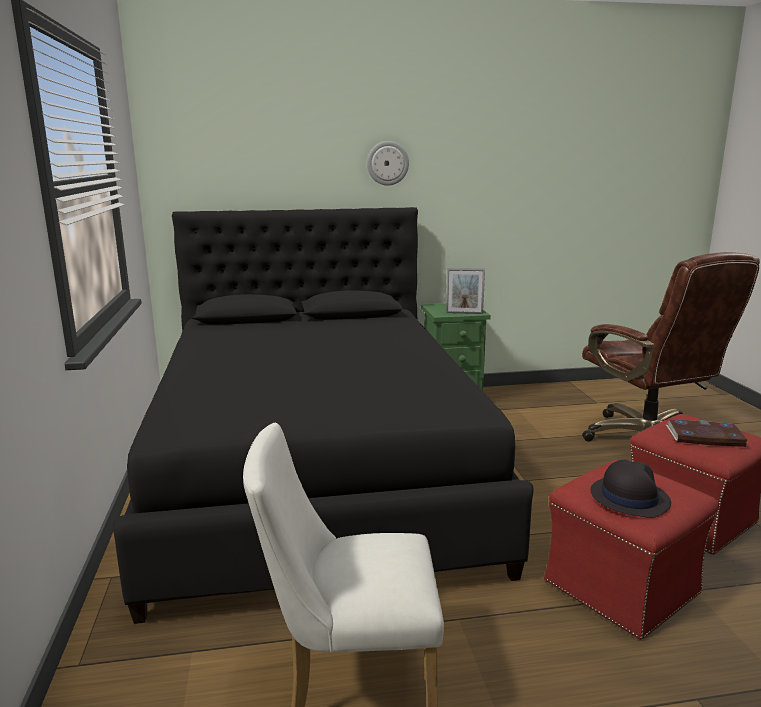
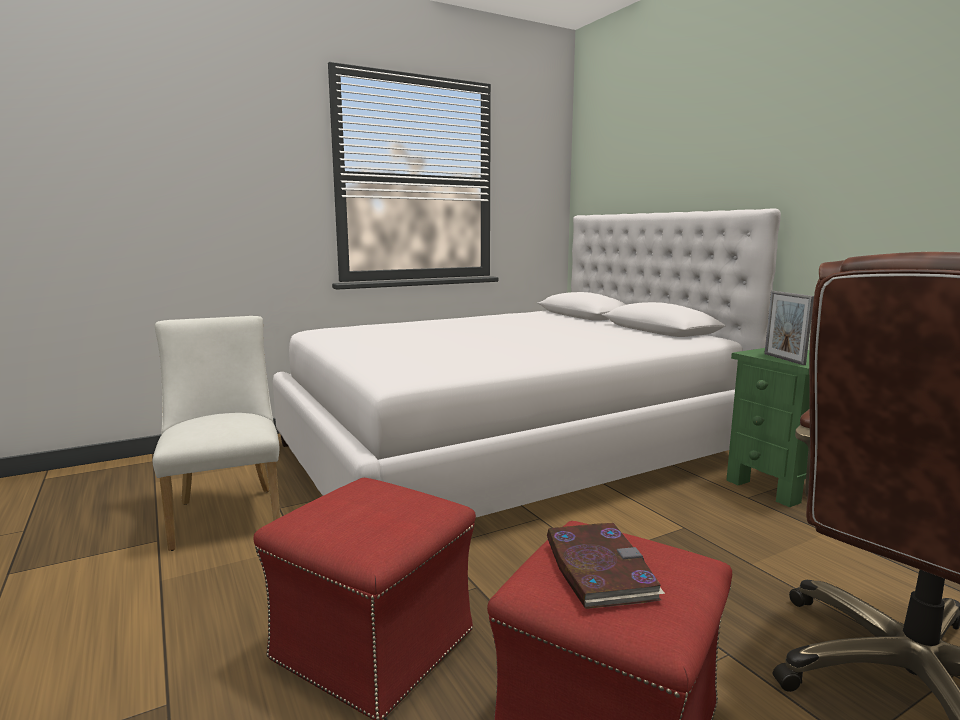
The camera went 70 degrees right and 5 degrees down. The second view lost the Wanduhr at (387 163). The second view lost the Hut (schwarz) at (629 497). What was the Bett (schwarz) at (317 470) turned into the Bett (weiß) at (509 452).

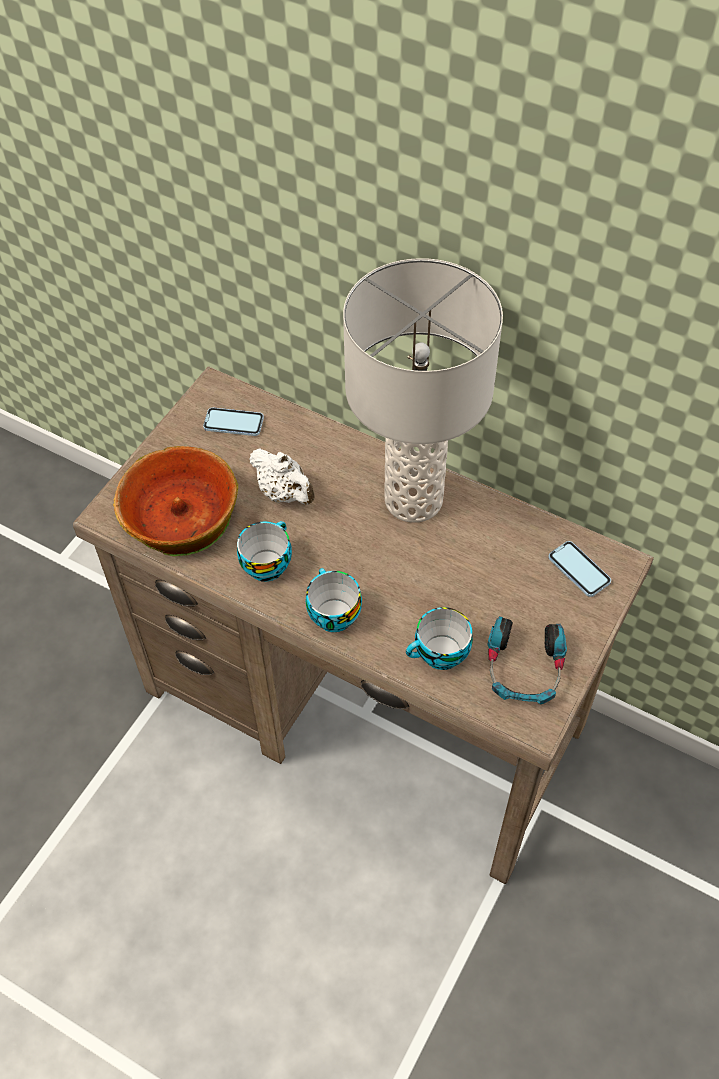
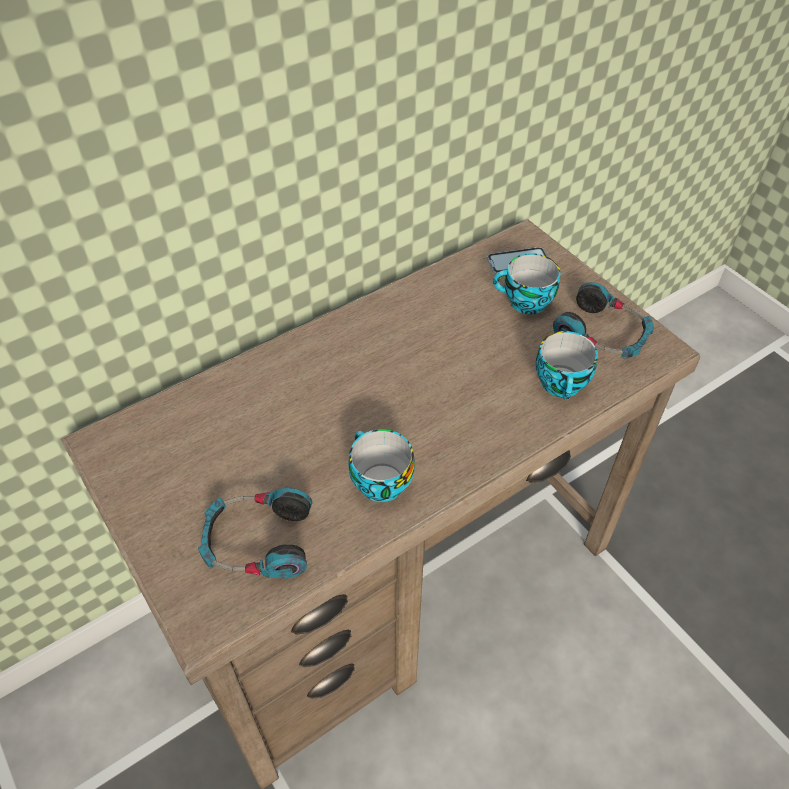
The camera went 65 degrees left and 5 degrees down. The second view lost the Handy at (233 423). The second view lost the Teekanne (weiß) at (284 493). The second view lost the Tischlampe (weiß) at (413 500). The Tasse ended up elsewhere, having gone from (332 614) to (525 302). Where the Schüssel stood at (180 515), the Kopfhörer came to stand at (258 542).

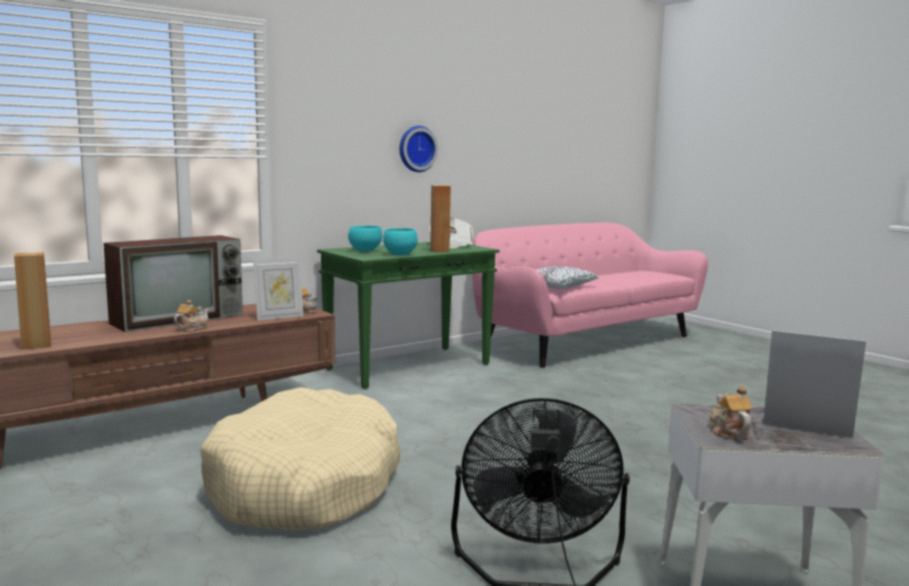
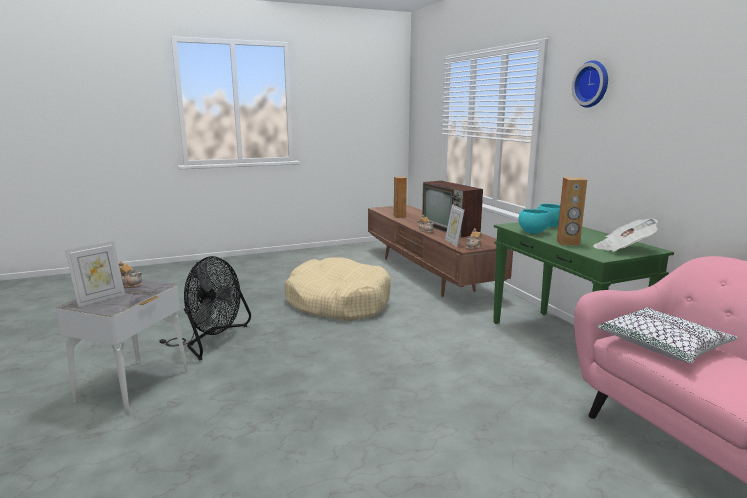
The camera went 105 degrees right and 5 degrees up. The Wanduhr ended up elsewhere, having gone from (416 149) to (593 84).

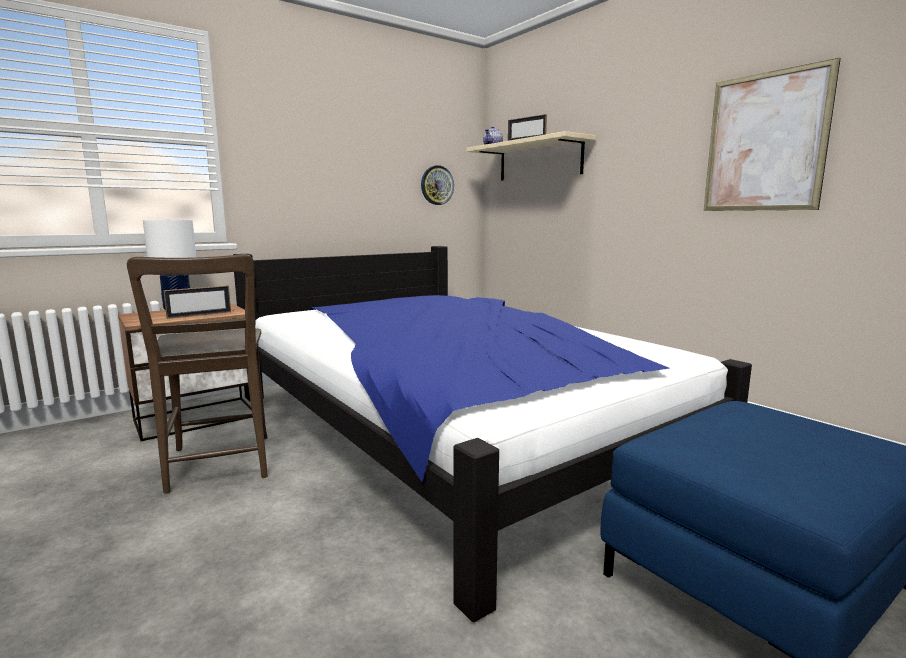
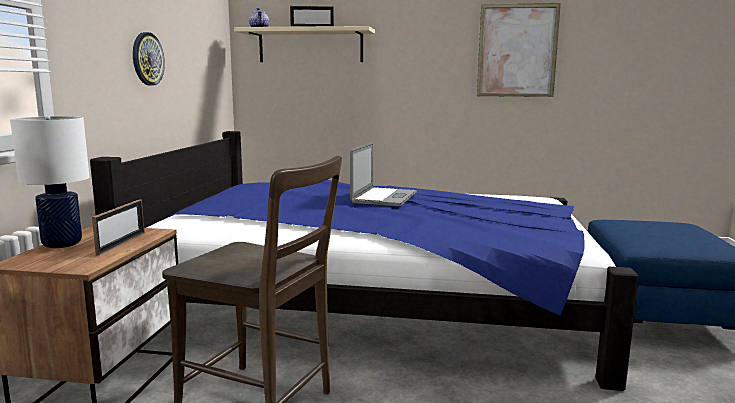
The camera went 45 degrees left and 0 degrees up. The second view gained the Laptop at (384 197). The Wanduhr ended up elsewhere, having gone from (437 185) to (147 59).

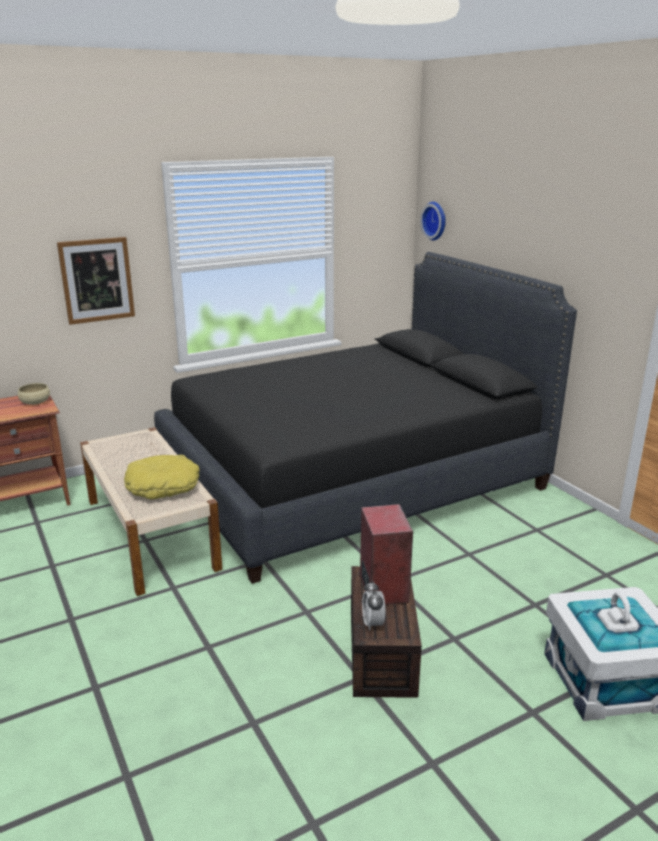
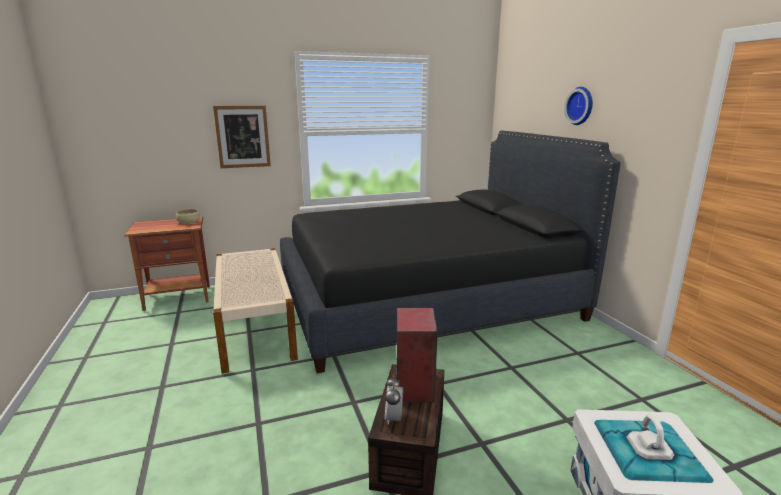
The camera went 10 degrees right and 5 degrees down. The second view lost the Kissen (gelb) at (163 486). The Wanduhr ended up elsewhere, having gone from (435 220) to (581 106).

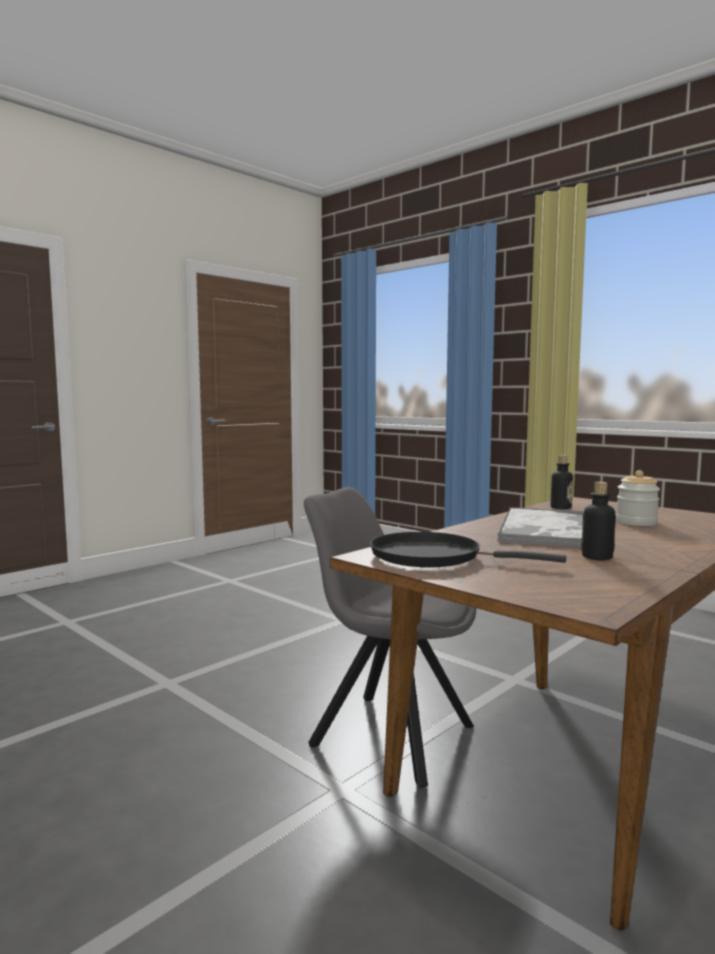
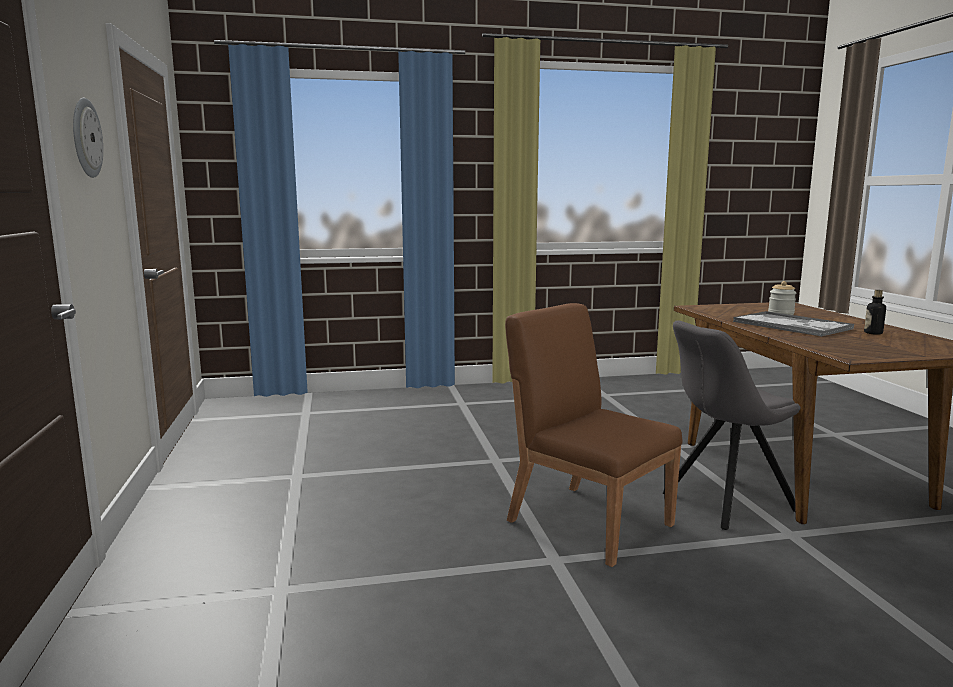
The camera went 55 degrees left and 5 degrees up. The second view lost the Pfanne (schwarz) at (433 557). The second view lost the Flasche at (561 508). The second view gained the Wanduhr at (85 138). The second view gained the Stuhl (braun) at (588 521).

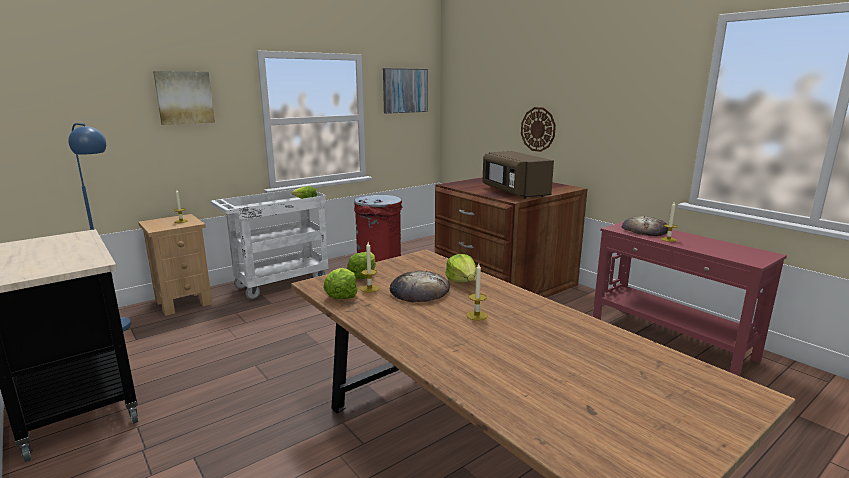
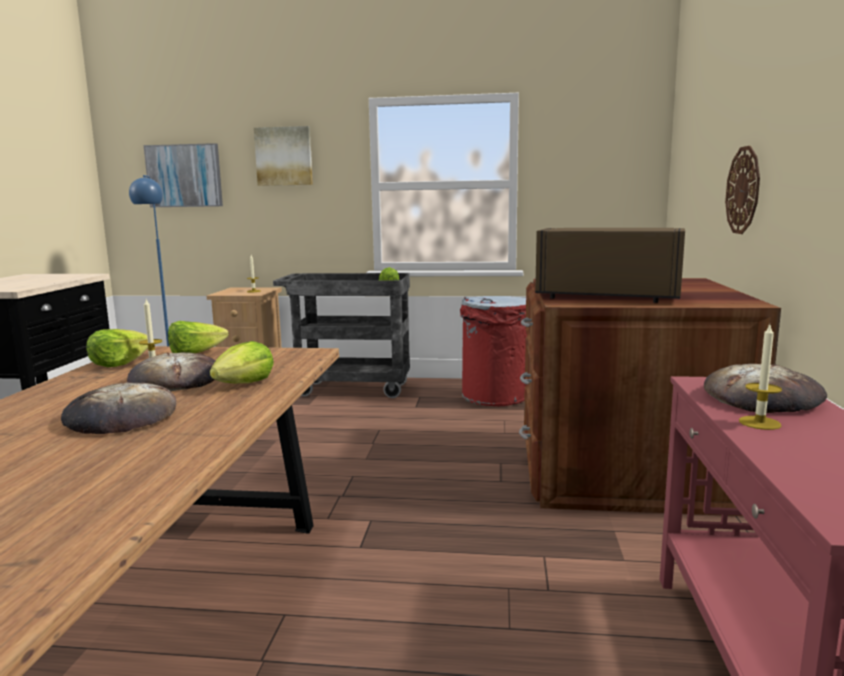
The camera went 45 degrees right and 5 degrees down. The Bild ended up elsewhere, having gone from (405 90) to (184 176). Where the Kerze stood at (476 315), the Brot came to stand at (121 417). What was the Rollwagen (weiß) at (278 285) turned into the Rollwagen (schwarz) at (348 390). The Mikrowelle (braun) at (514 192) ended up facing another way, 90 degrees clockwise from before.

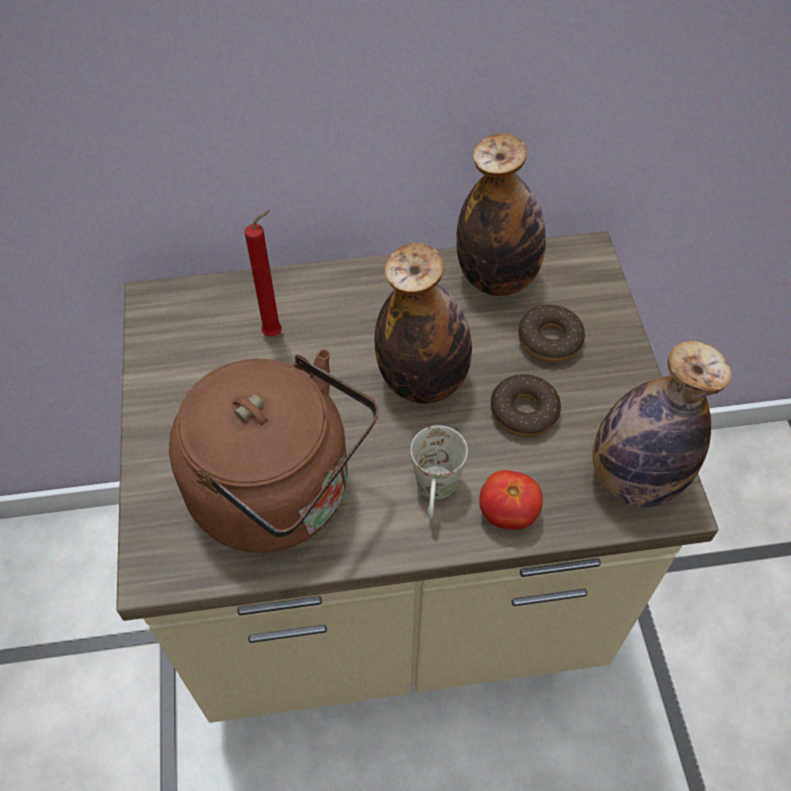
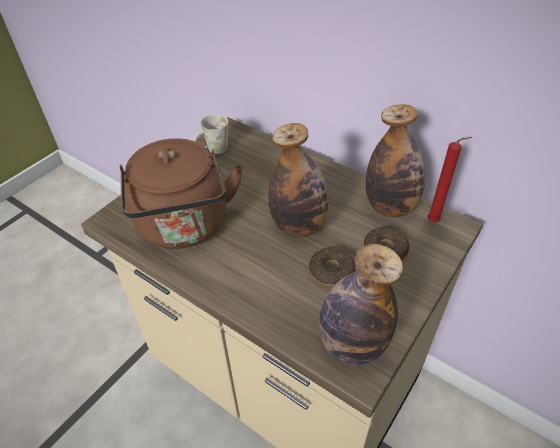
The camera went 45 degrees right and 10 degrees down. The second view lost the Tomate at (508 513). The Kerze (rot) ended up elsewhere, having gone from (275 332) to (435 222). The Henkelbecher (weiß) ended up elsewhere, having gone from (435 494) to (212 151).

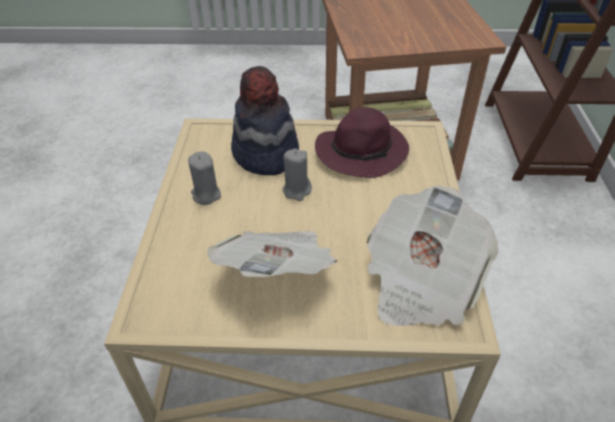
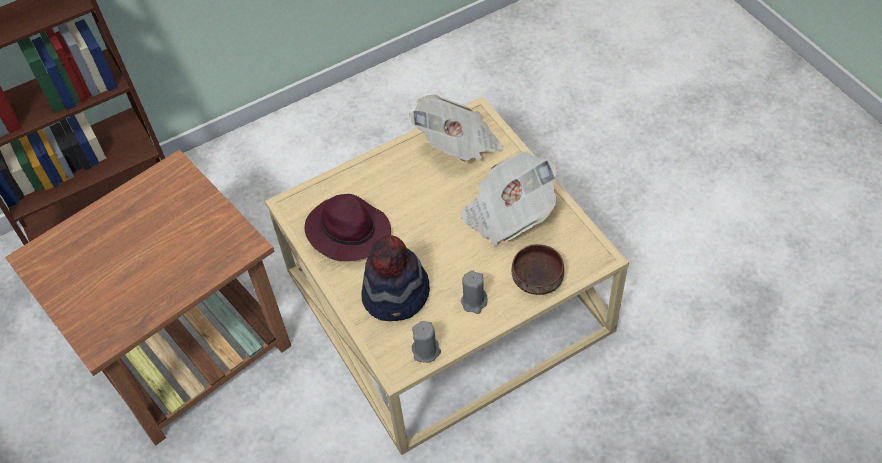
The camera went 120 degrees left and 10 degrees up. The second view gained the Schüssel (braun) at (537 279). The Kerze (grau) ended up elsewhere, having gone from (297 190) to (426 351).

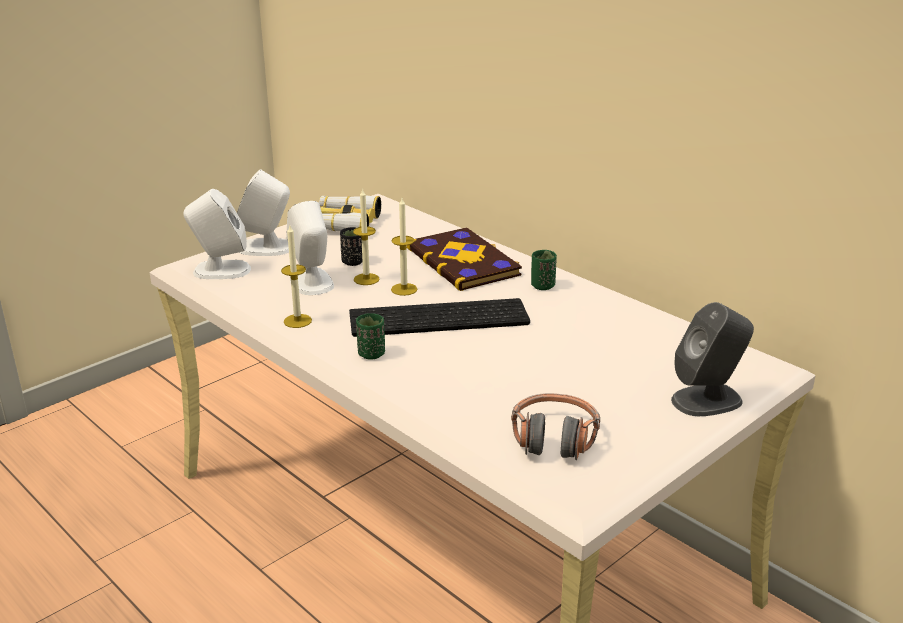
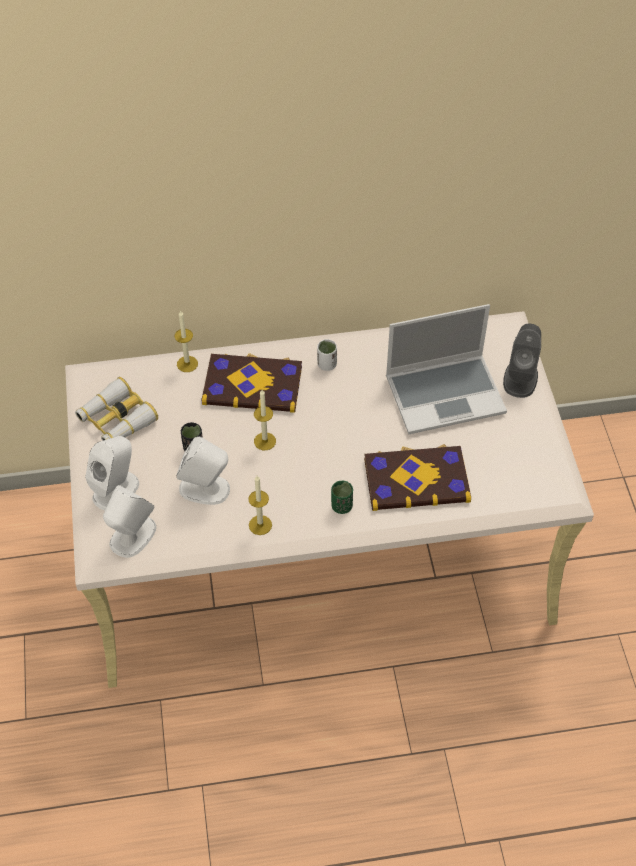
The camera went 55 degrees left and 25 degrees up. The second view lost the Tastatur at (437 320). The second view lost the Kopfhörer at (554 439). The second view gained the Buch at (416 479). The second view gained the Laptop at (445 394). The Kerze ended up elsewhere, having gone from (366 279) to (187 364). What was the Tasse (grün) at (542 286) turned into the Tasse (weiß) at (327 364).

